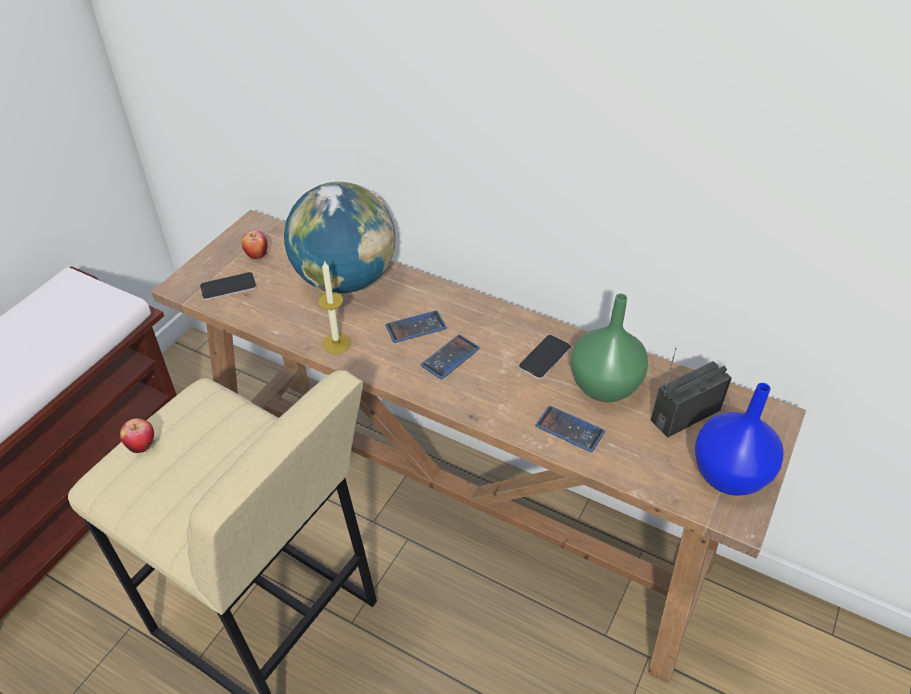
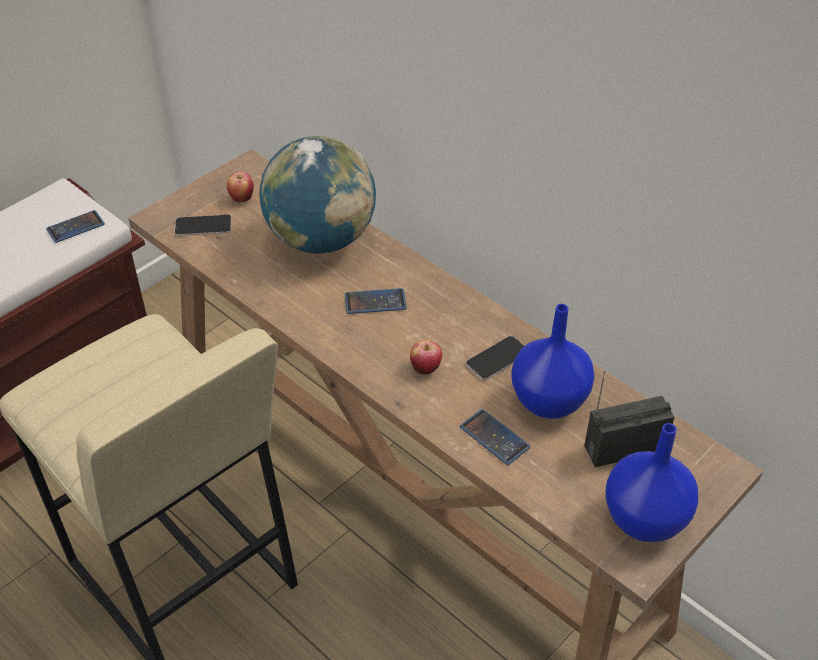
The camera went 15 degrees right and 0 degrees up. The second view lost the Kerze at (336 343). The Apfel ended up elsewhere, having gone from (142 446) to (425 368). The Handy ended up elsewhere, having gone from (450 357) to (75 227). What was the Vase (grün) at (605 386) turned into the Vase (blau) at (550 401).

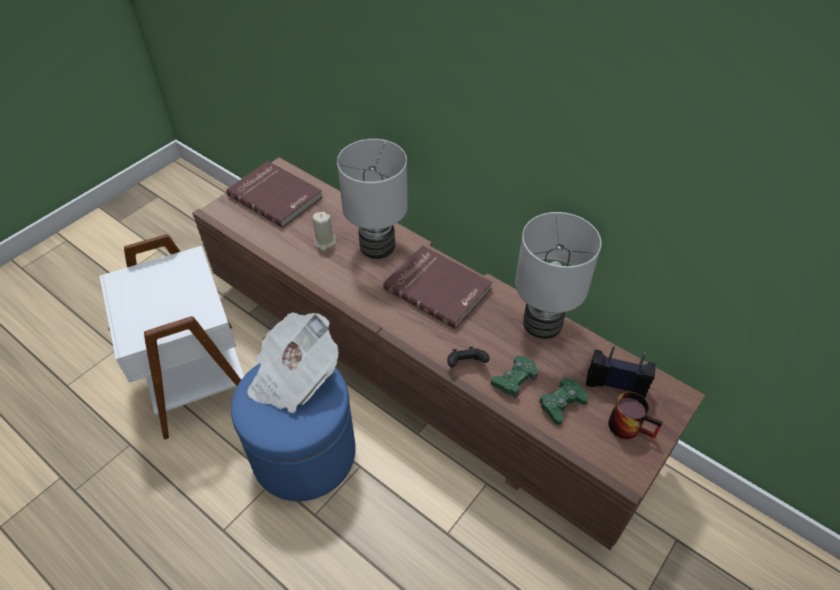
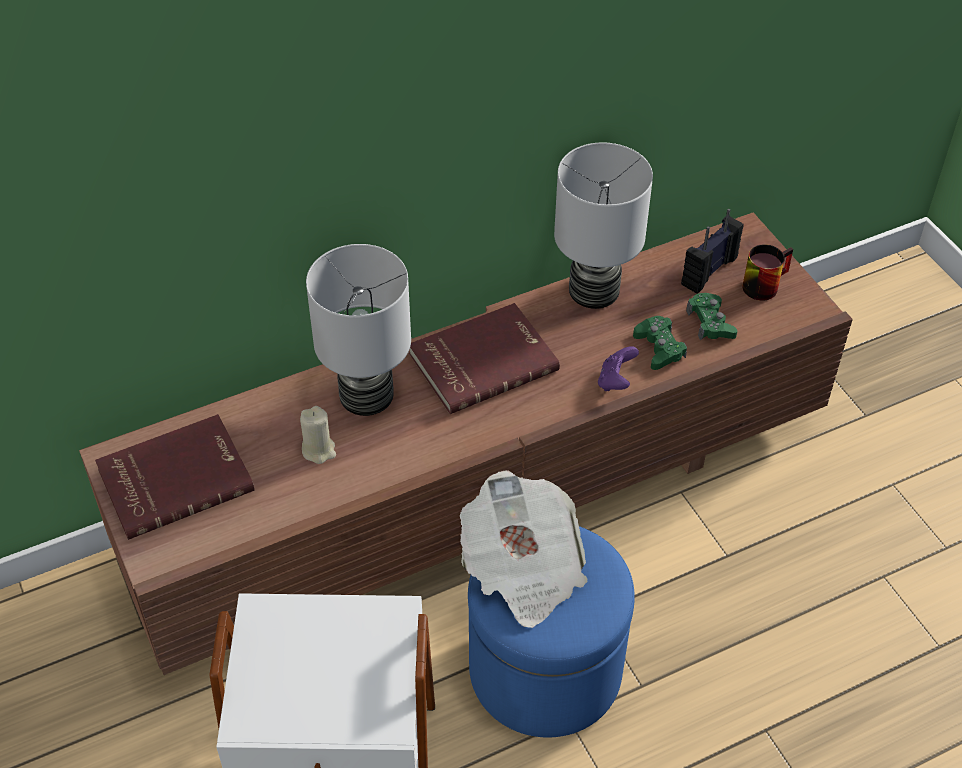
The camera went 65 degrees left and 0 degrees up. What was the Gamepad (schwarz) at (466 364) turned into the Gamepad (lila) at (616 381).

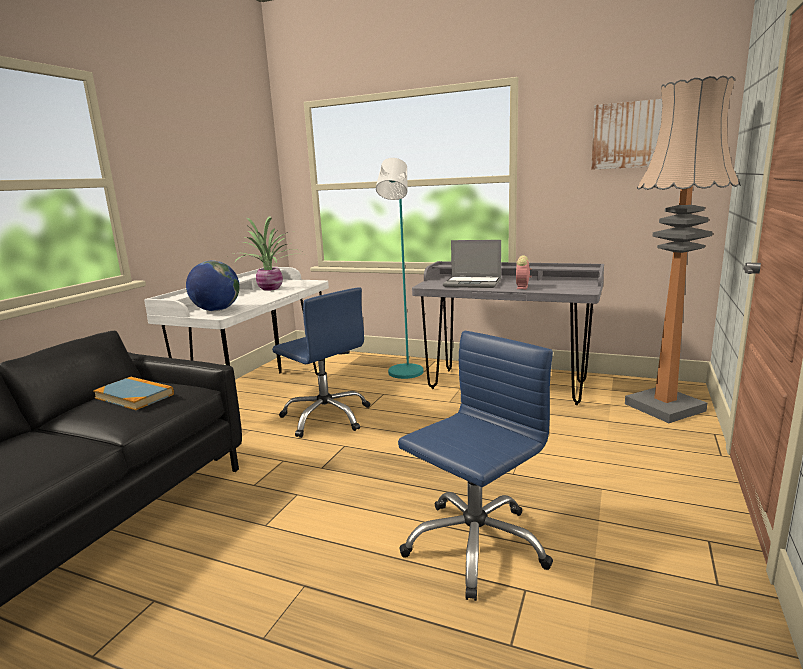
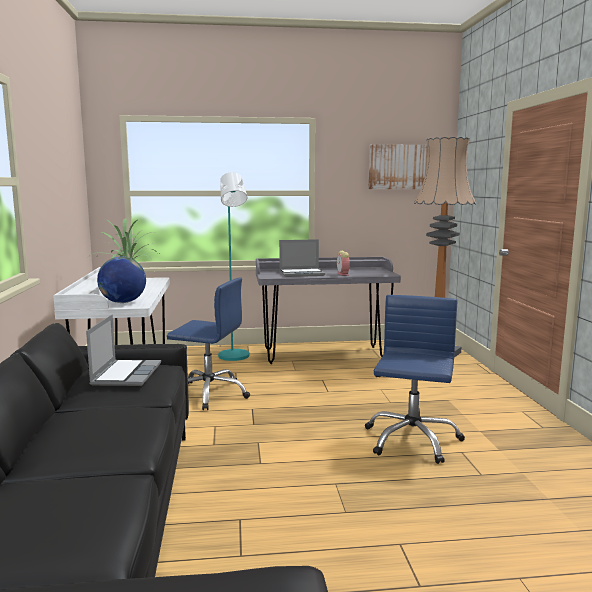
The camera went 30 degrees left and 5 degrees down. Where the Buch stood at (134 396), the Laptop came to stand at (126 374).

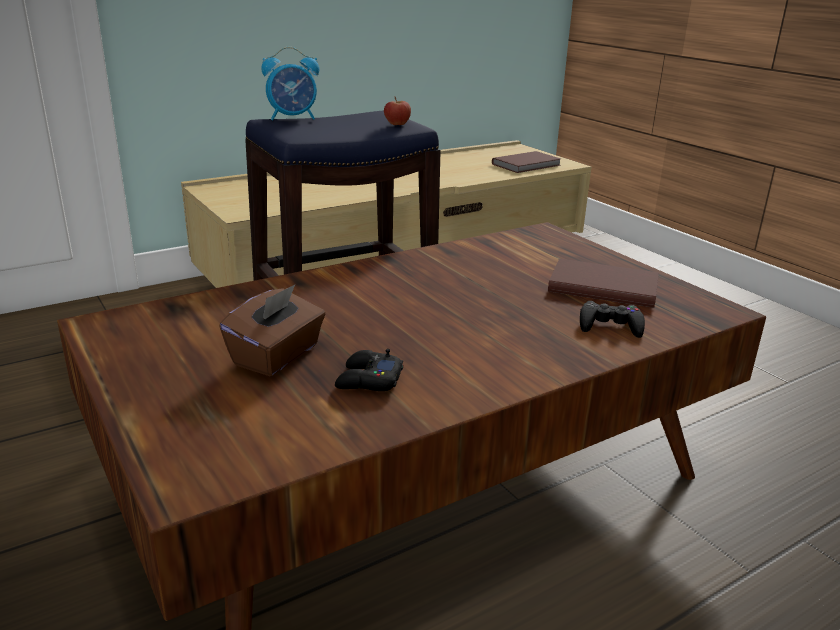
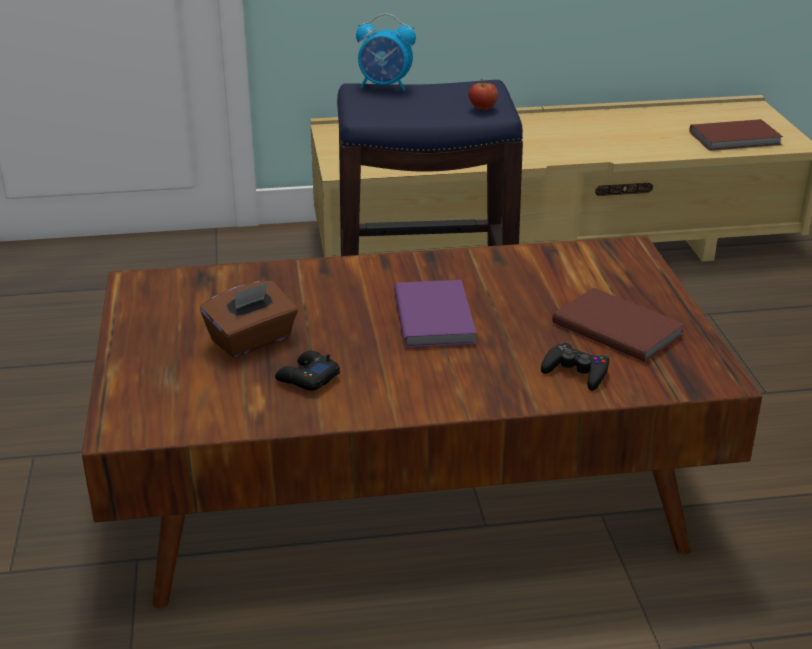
The camera went 25 degrees right and 5 degrees up. The second view gained the Buch (lila) at (436 316).

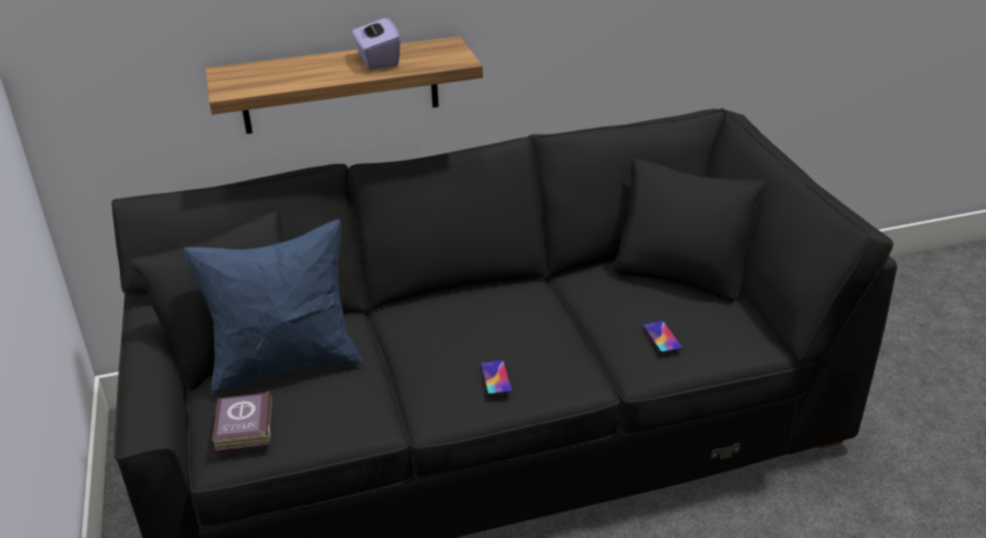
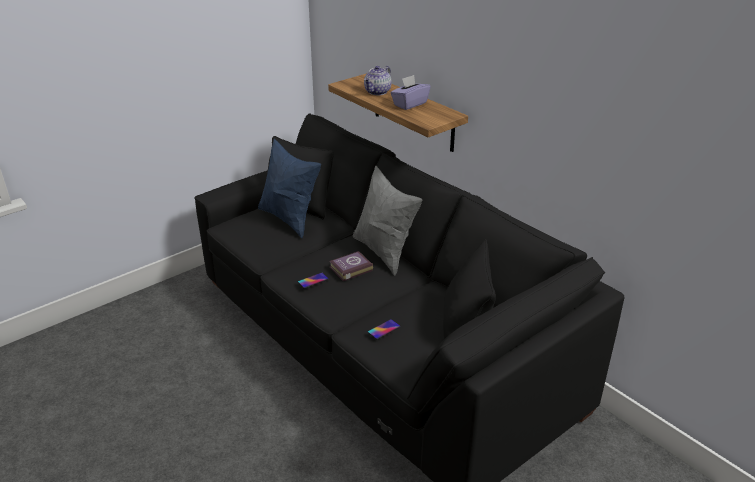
The camera went 65 degrees right and 0 degrees up. The second view gained the Kissen (grau) at (384 252). The second view gained the Teekanne at (378 92). The Buch ended up elsewhere, having gone from (242 429) to (349 269).

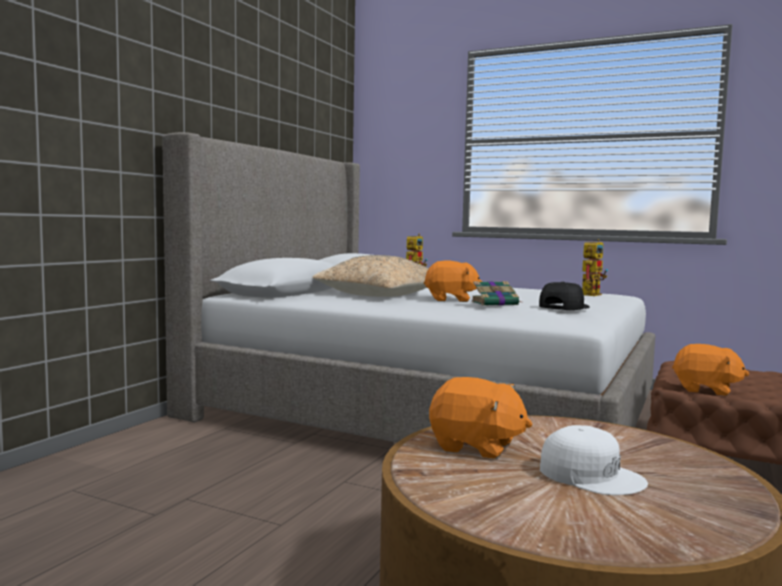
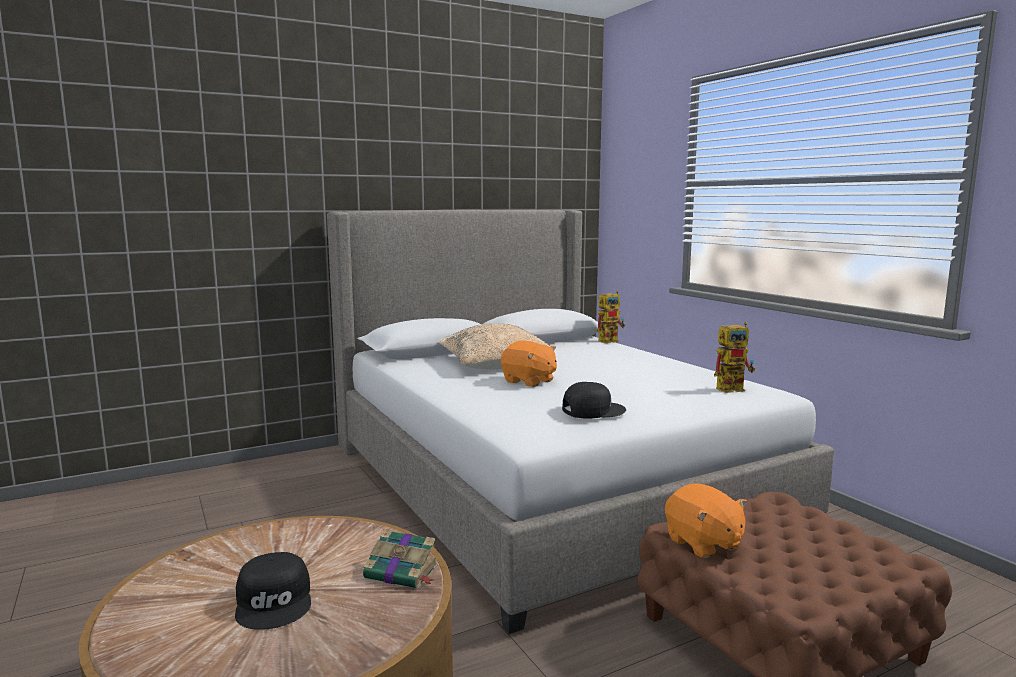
The camera went 35 degrees right and 5 degrees up. The second view lost the Plüschtier (orange) at (476 446). The Buch ended up elsewhere, having gone from (496 303) to (402 572). What was the Kappe (weiß) at (591 475) turned into the Kappe (schwarz) at (275 601).

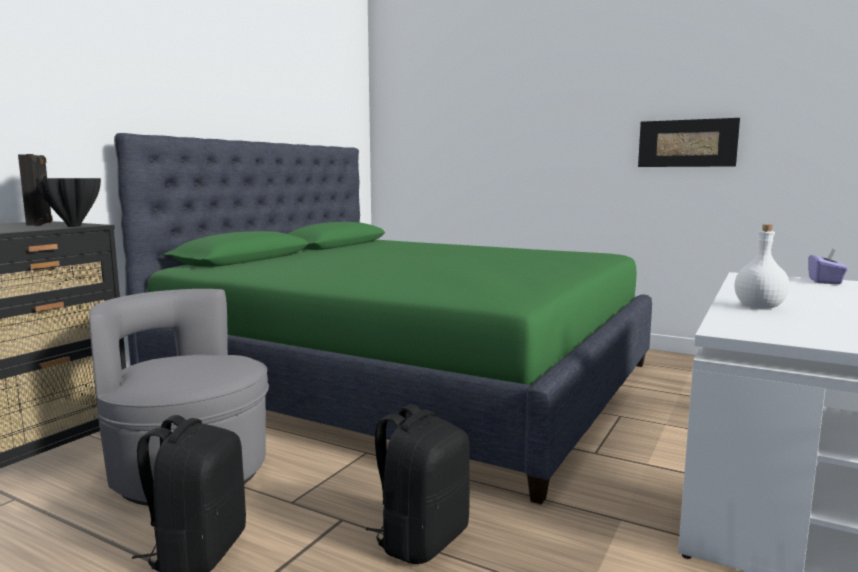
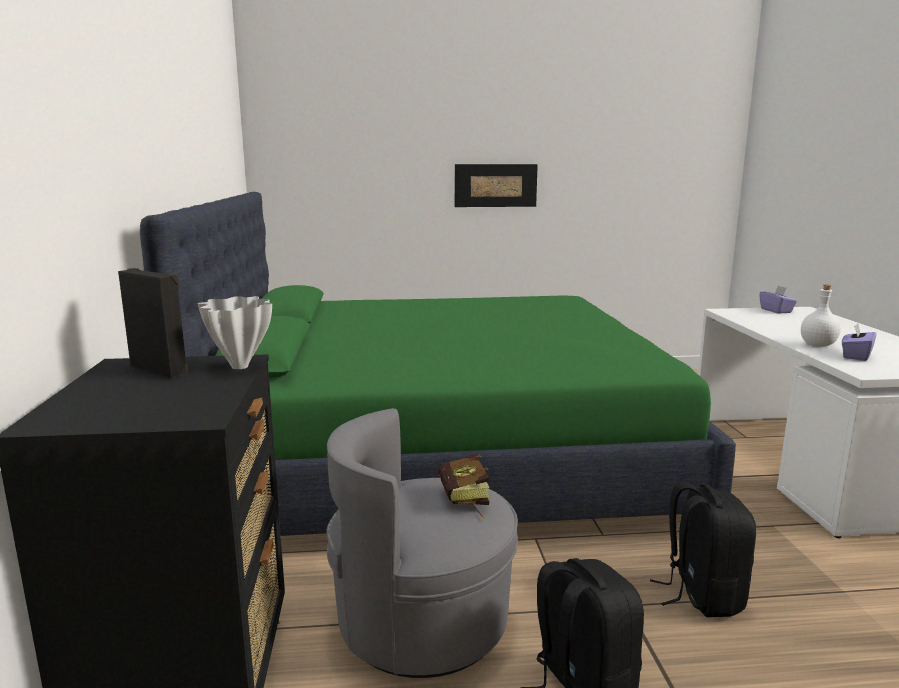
The camera went 35 degrees left and 5 degrees up. The second view gained the Buch at (465 502). The second view gained the Taschentuchbox (lila) at (856 356). The Bild ended up elsewhere, having gone from (687 143) to (495 185). What was the Vase (schwarz) at (75 226) turned into the Vase (weiß) at (240 366).

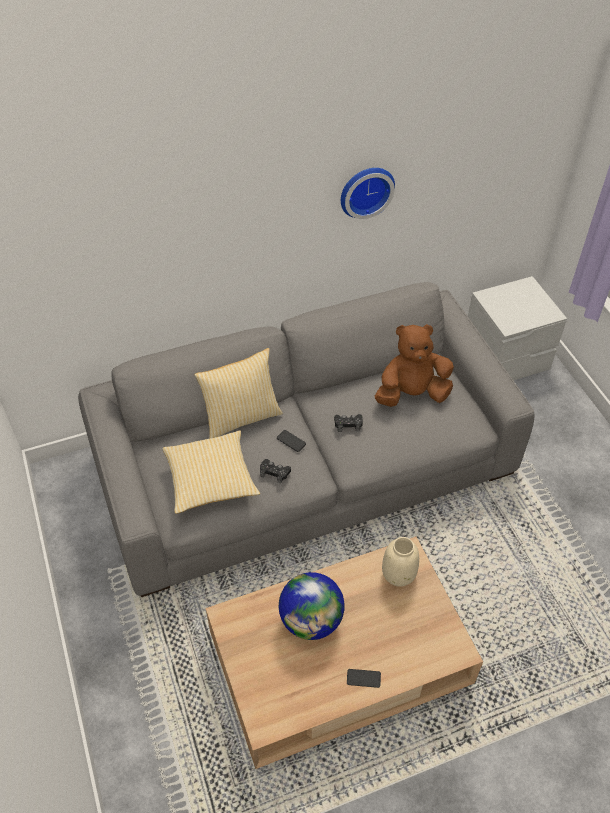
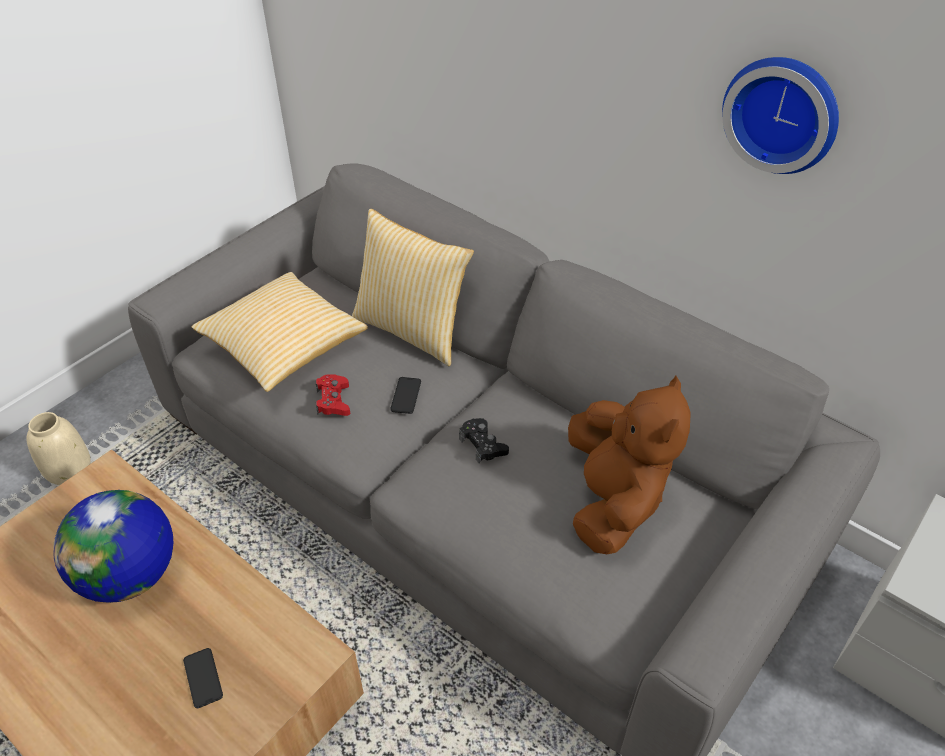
The camera went 60 degrees right and 5 degrees down. The Handy ended up elsewhere, having gone from (363 678) to (203 678). The Vase (beige) ended up elsewhere, having gone from (398 573) to (70 470). What was the Gamepad (schwarz) at (274 472) turned into the Gamepad (rot) at (333 400). The Plüschtier (braun) at (411 394) ended up facing another way, 45 degrees clockwise from before.

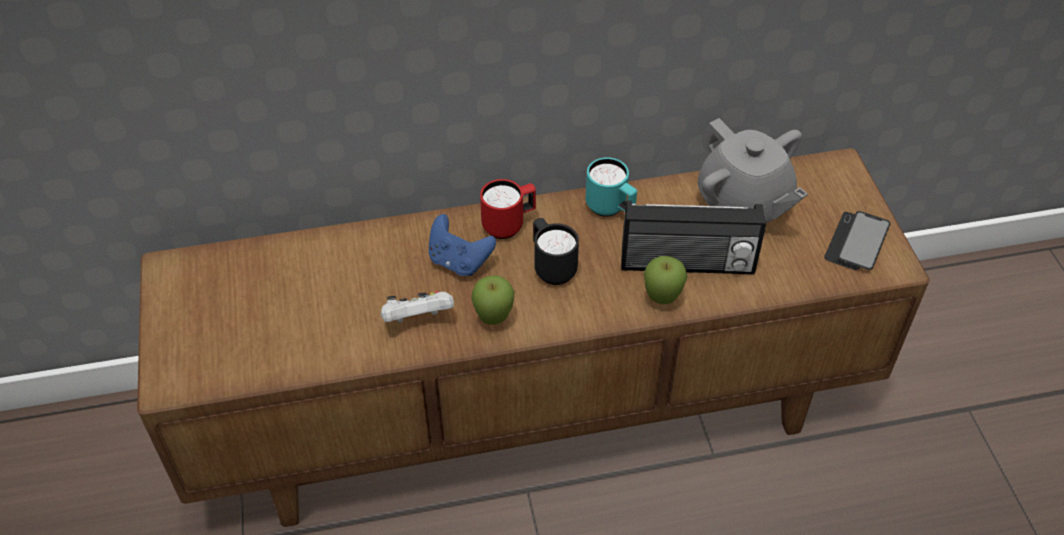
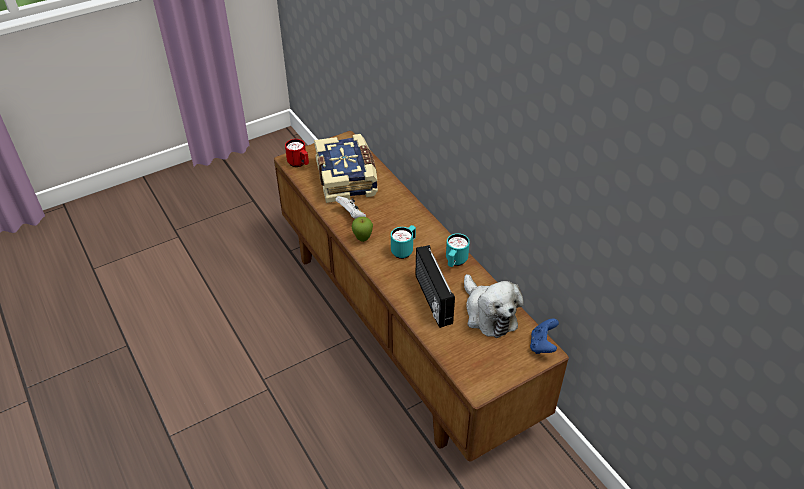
The camera went 70 degrees right and 5 degrees down. The second view lost the Apfel at (661 299). The second view lost the Handy at (856 242). The second view gained the Buch at (347 178). The Gamepad (blau) ended up elsewhere, having gone from (459 261) to (542 345). The Henkelbecher (rot) ended up elsewhere, having gone from (509 225) to (299 164). Where the Teekanne (grau) stood at (743 205), the Plüschtier came to stand at (488 314). What was the Henkelbecher (schwarz) at (551 267) turned into the Henkelbecher (türkis) at (404 250).

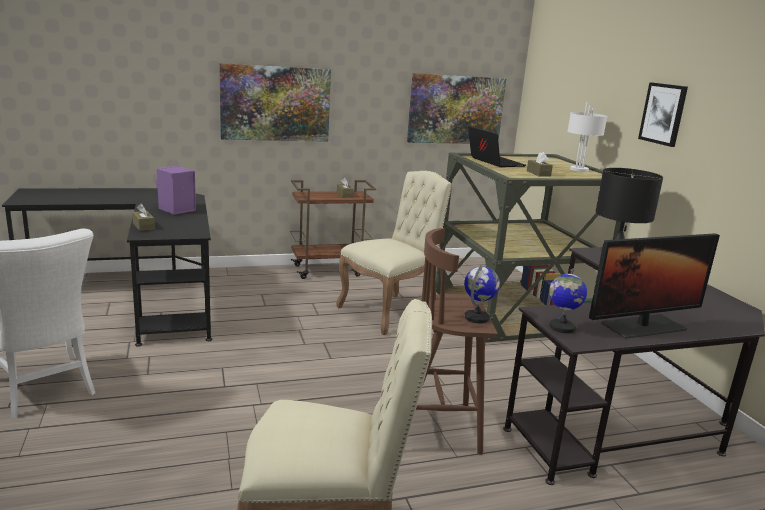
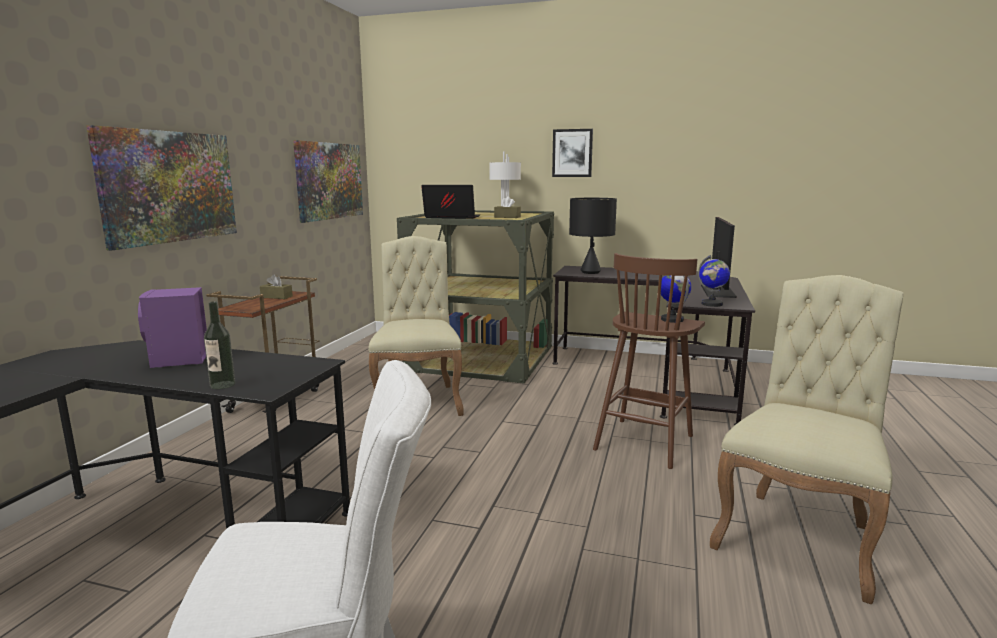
The camera went 55 degrees left and 5 degrees down. Where the Taschentuchbox (braun) stood at (143 226), the Flasche came to stand at (222 385).

